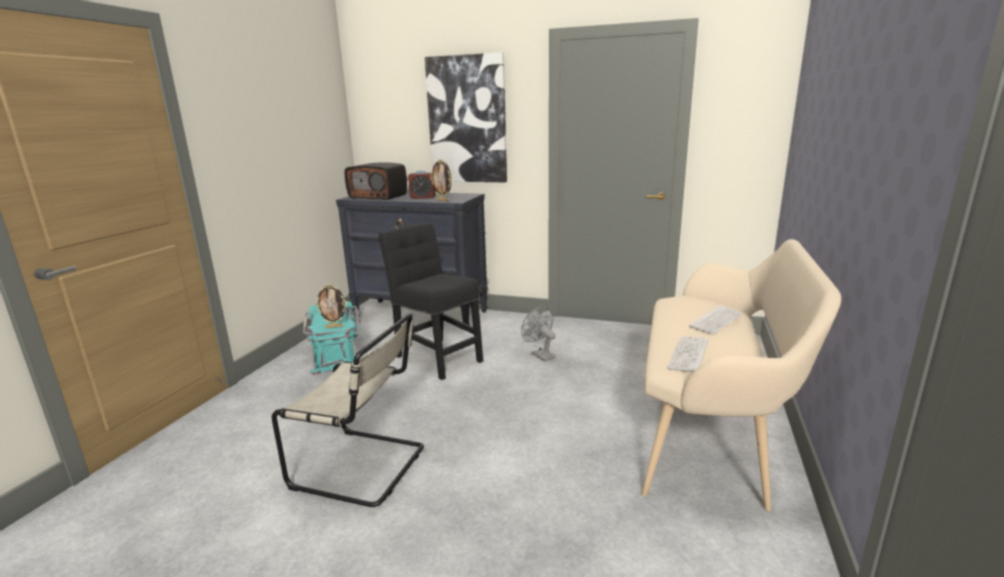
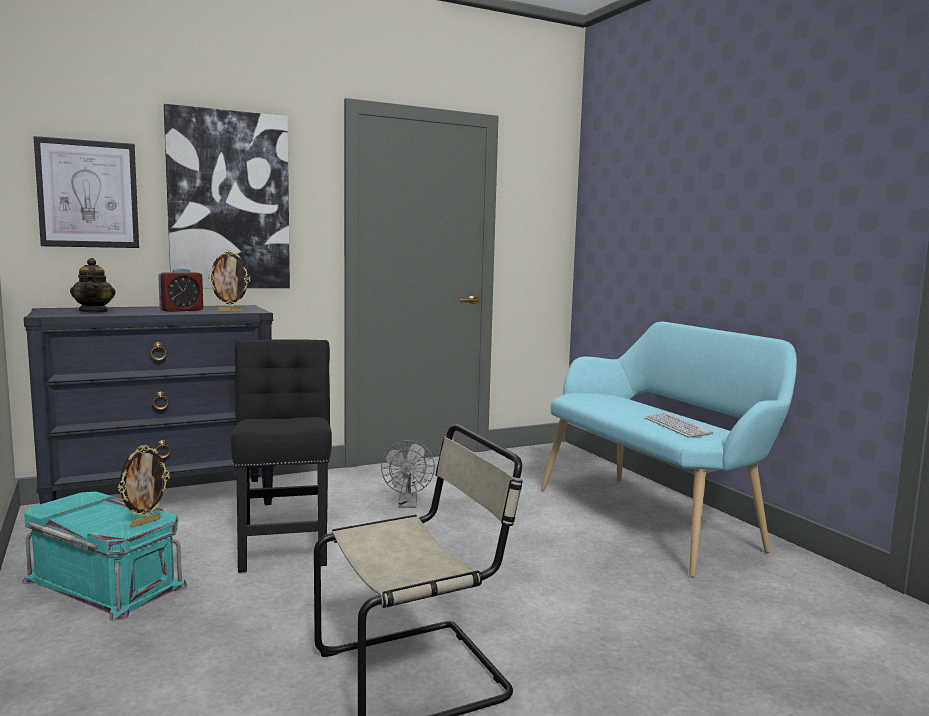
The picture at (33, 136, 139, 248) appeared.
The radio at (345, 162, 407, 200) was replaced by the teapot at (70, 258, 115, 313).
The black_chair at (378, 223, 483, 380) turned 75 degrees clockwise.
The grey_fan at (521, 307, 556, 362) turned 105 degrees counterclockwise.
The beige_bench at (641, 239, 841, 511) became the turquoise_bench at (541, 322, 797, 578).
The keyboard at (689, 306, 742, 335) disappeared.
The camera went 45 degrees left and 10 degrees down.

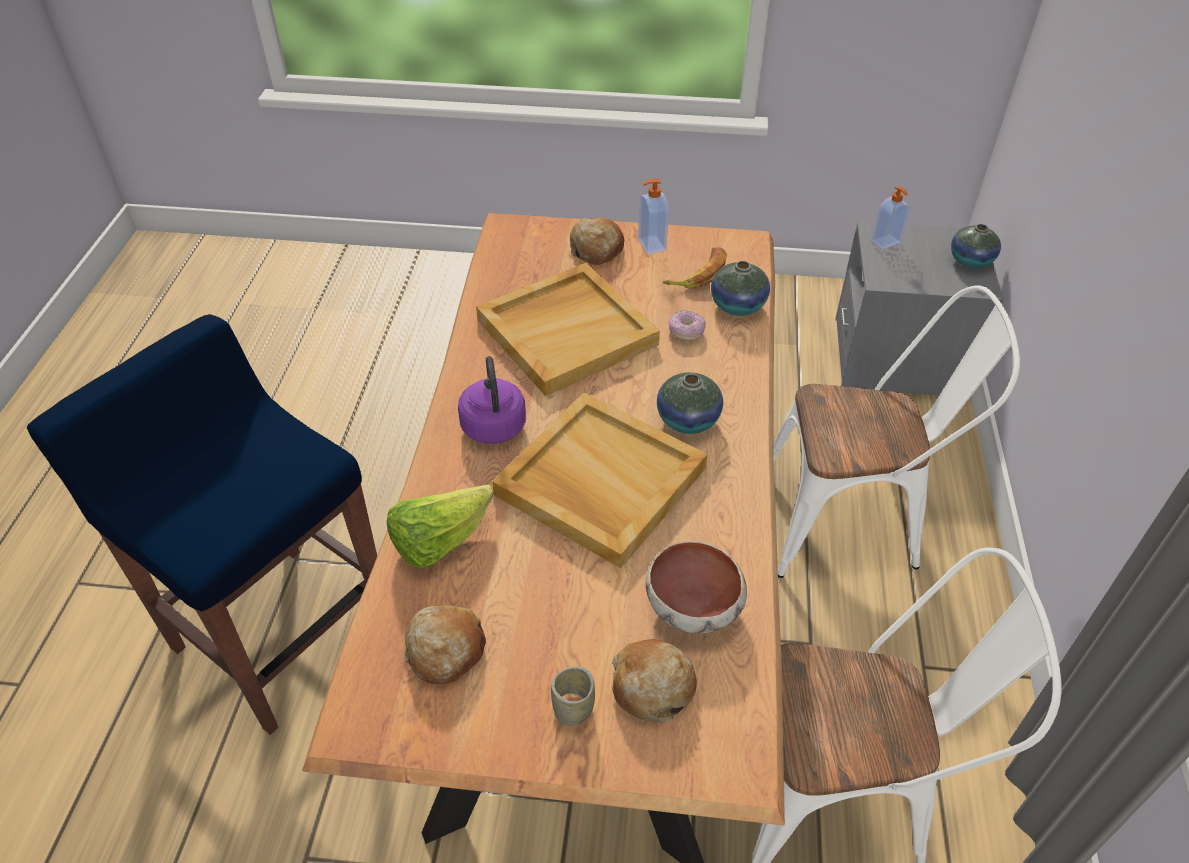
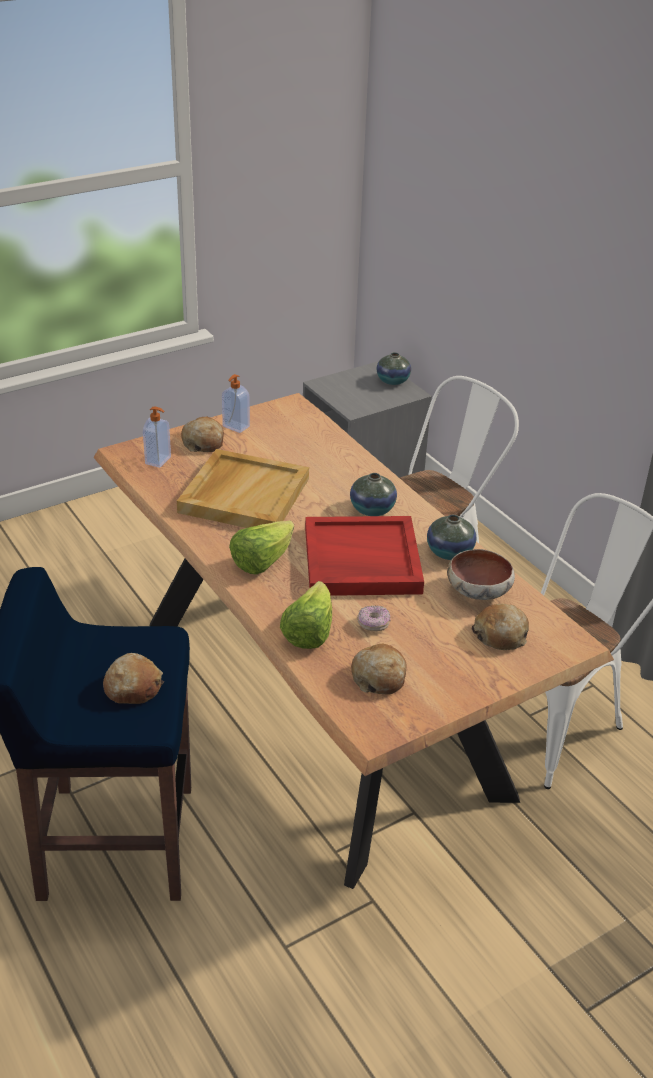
The bread at (103, 653, 164, 704) appeared.
The soap_dispenser moved from (871, 186, 910, 249) to (143, 406, 171, 468).
The purple_kettle at (458, 356, 526, 444) was replaced by the lettuce at (229, 520, 294, 574).
The beige_tray at (492, 392, 708, 568) became the red_tray at (305, 516, 424, 596).
The donut moved from (668, 310, 706, 341) to (357, 606, 390, 631).
The vase moved from (711, 261, 770, 316) to (427, 515, 476, 560).
The cup at (551, 666, 595, 726) disappeared.
The banana at (663, 247, 727, 289) disappeared.
The camera went 40 degrees left and 10 degrees down.

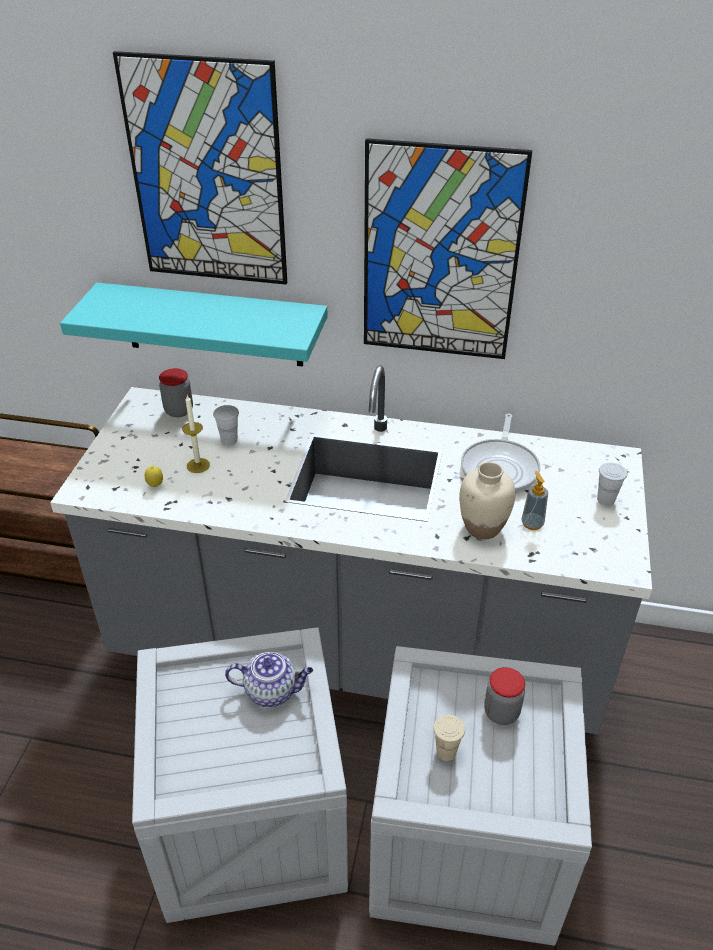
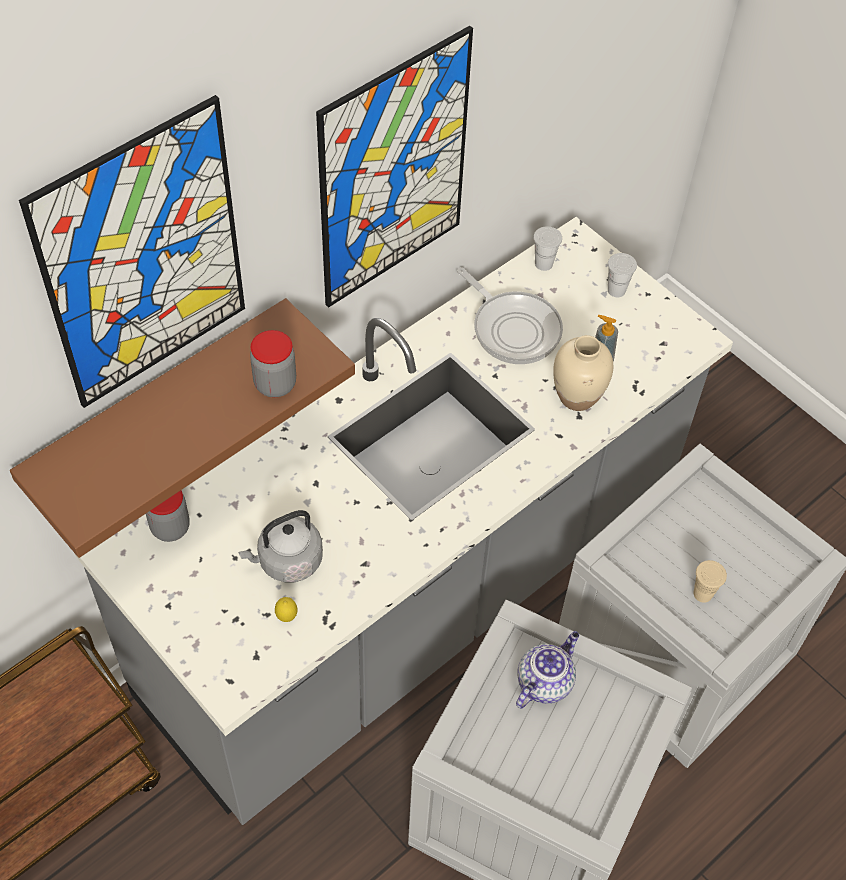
The turquoise_shelf at (60, 282, 328, 367) became the brown_shelf at (10, 298, 355, 558).
The candle at (182, 395, 210, 473) was replaced by the grey_kettle at (238, 510, 323, 582).
The jar moved from (484, 667, 525, 725) to (250, 330, 296, 397).
The white_cup moved from (213, 405, 239, 446) to (533, 227, 562, 271).
The camera went 55 degrees left and 15 degrees up.

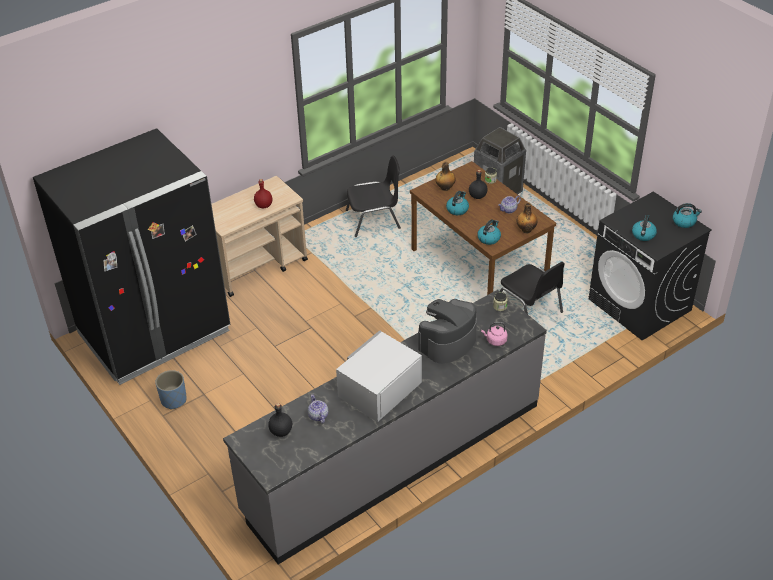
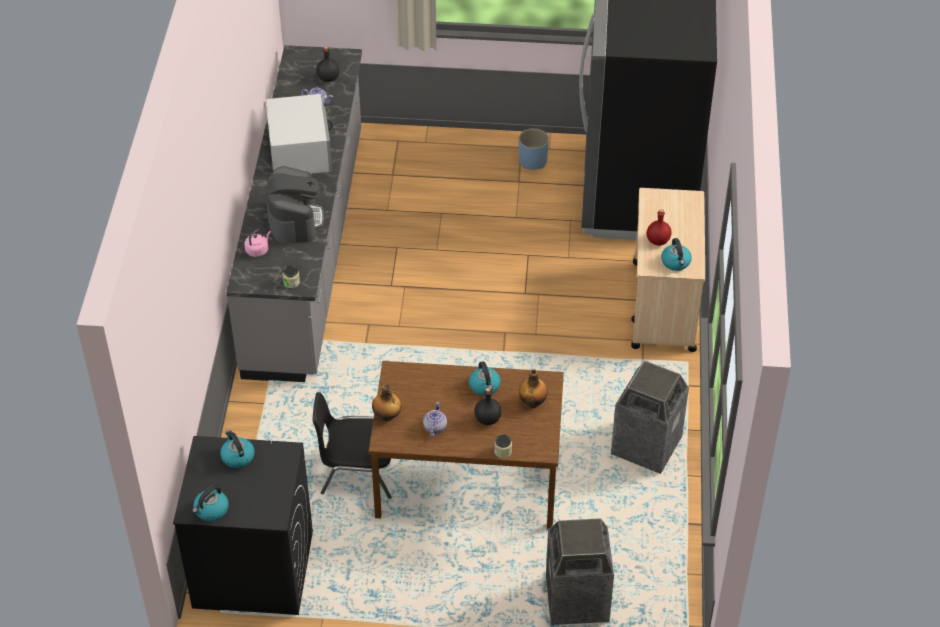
The black_chair at (346, 155, 401, 237) was replaced by the trash_can at (611, 360, 689, 474).
The kettle moved from (477, 219, 501, 245) to (661, 238, 692, 271).
The camera went 130 degrees right and 5 degrees up.

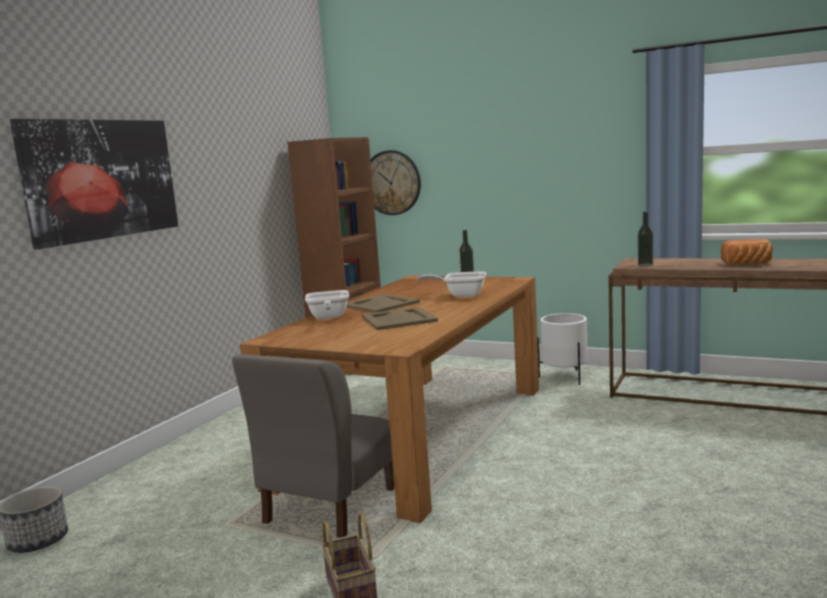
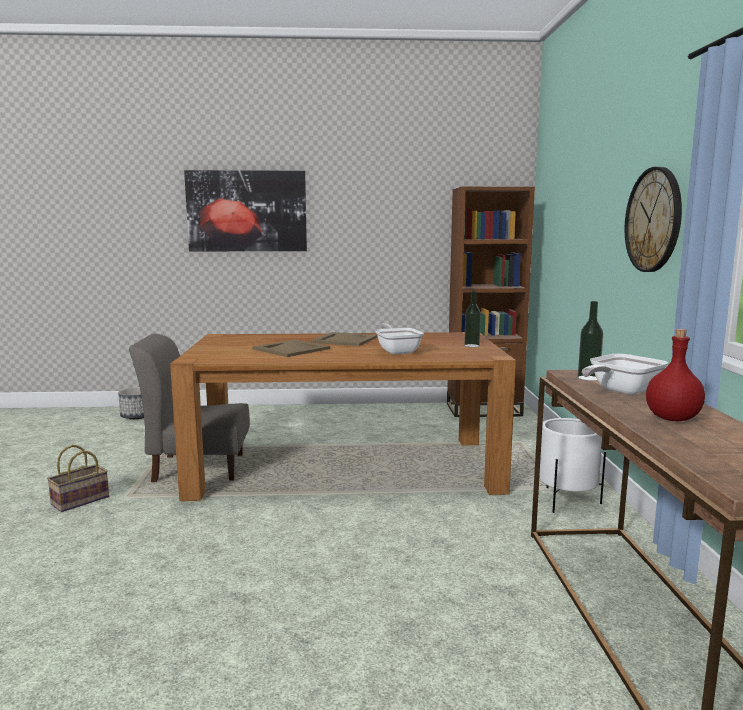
The frying_pan moved from (305, 290, 349, 319) to (582, 353, 668, 395).
The wall_clock moved from (371, 150, 421, 215) to (625, 167, 682, 272).
The bread at (721, 239, 773, 264) was replaced by the red_bottle at (646, 329, 705, 421).
The camera went 60 degrees right and 0 degrees up.

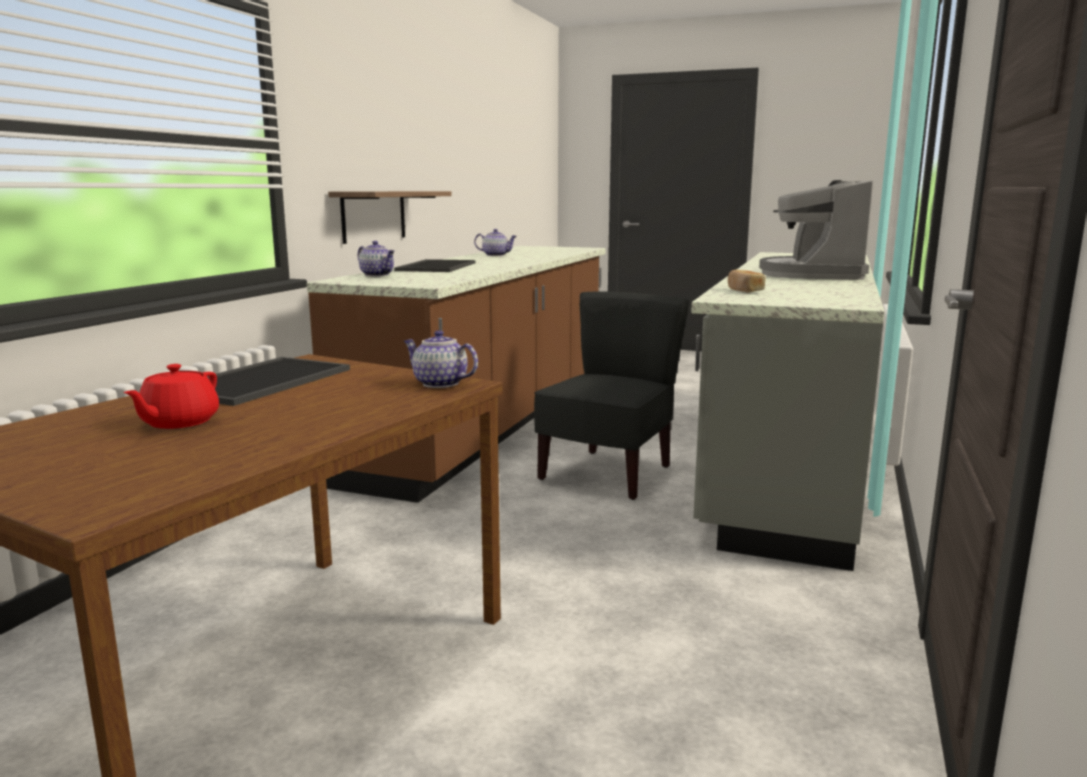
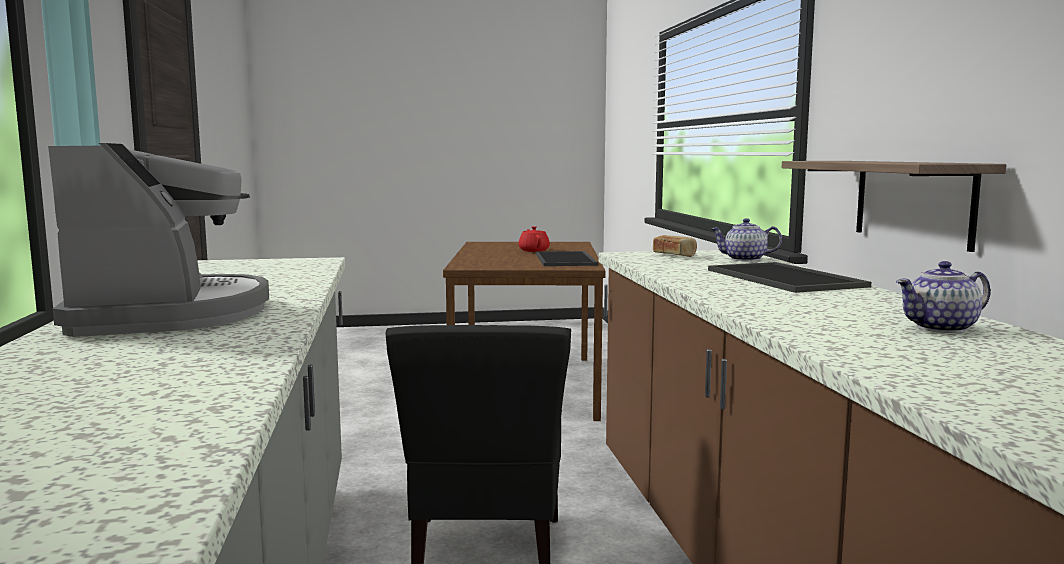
The bread moved from (728, 270, 765, 292) to (653, 235, 697, 257).
The teapot at (404, 330, 478, 388) disappeared.
The camera went 150 degrees right and 5 degrees down.

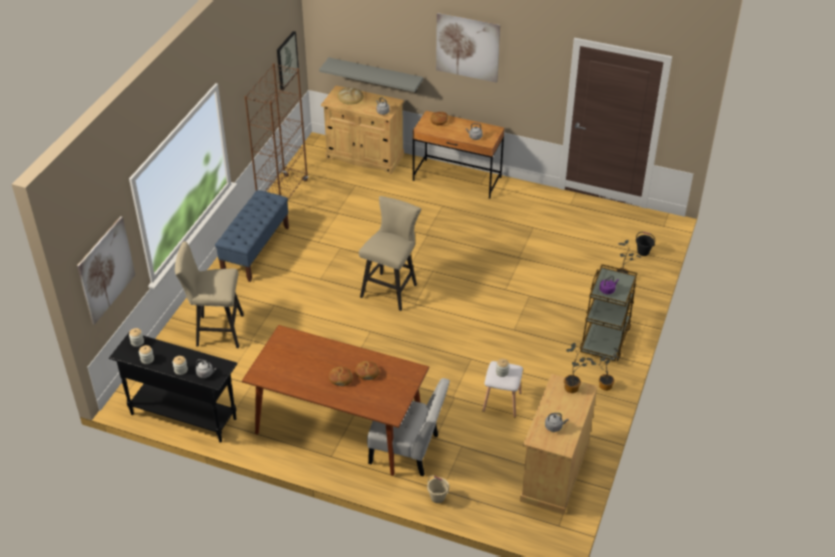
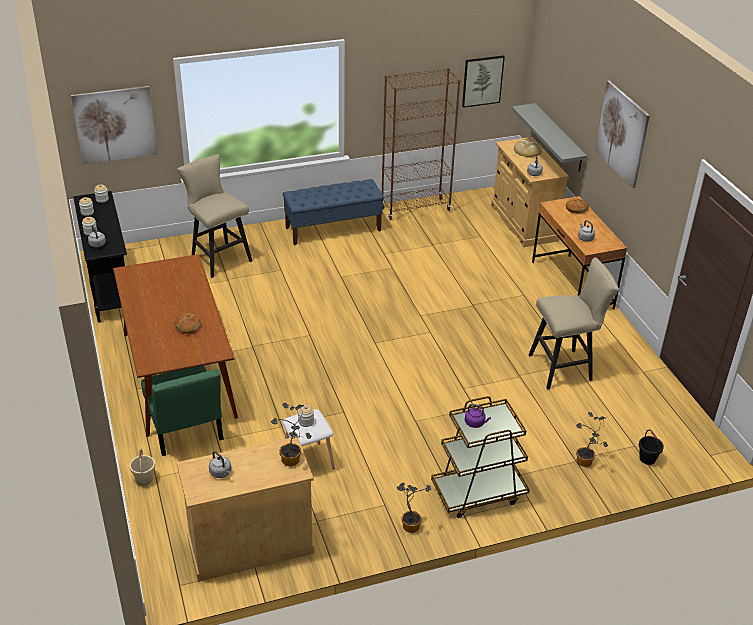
The white_chair at (367, 378, 450, 476) became the green_chair at (141, 366, 224, 456).
The beige_stool moved from (359, 196, 421, 311) to (529, 257, 619, 389).
The bread at (329, 367, 353, 386) disappeared.
The camera went 50 degrees right and 5 degrees down.

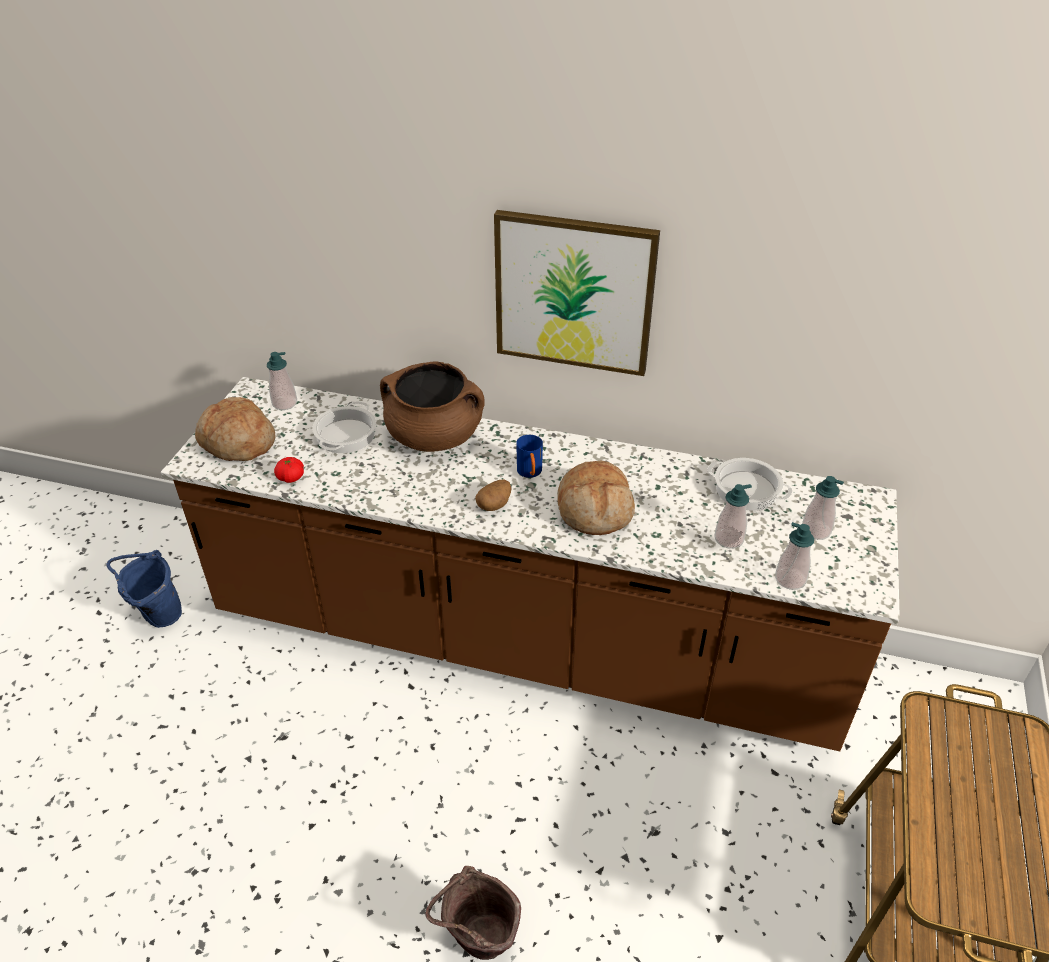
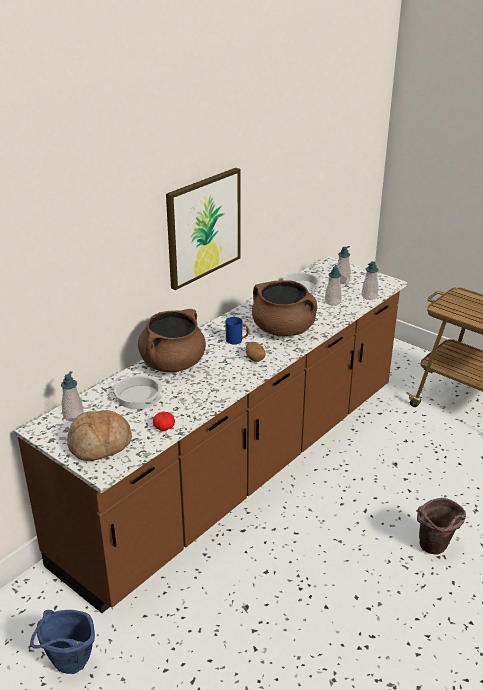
The bread at (557, 461, 635, 535) was replaced by the brown_cooking_pot at (252, 280, 317, 336).
The camera went 65 degrees left and 10 degrees down.

